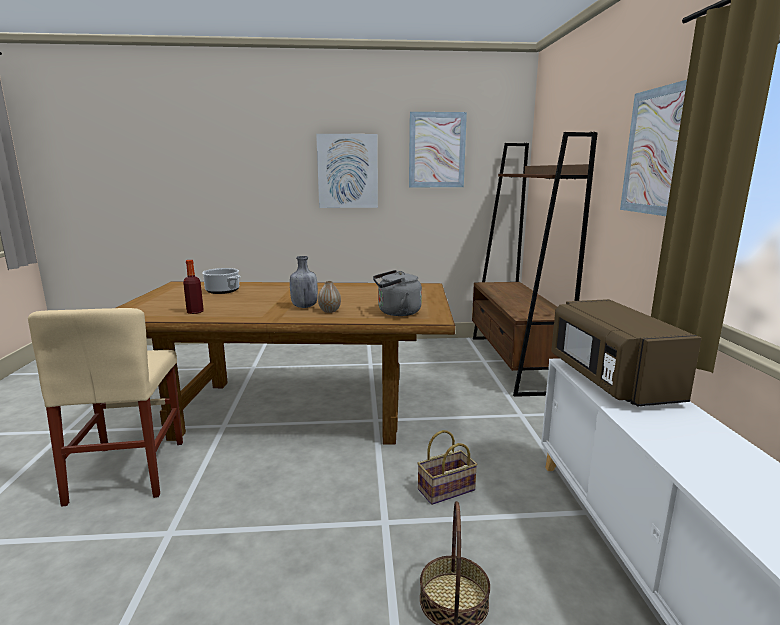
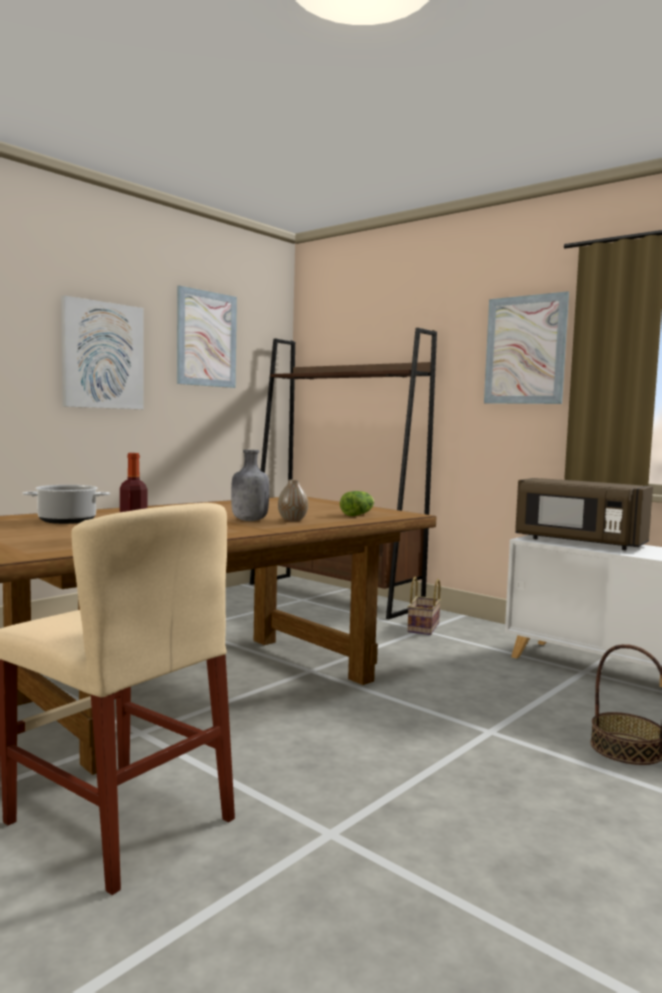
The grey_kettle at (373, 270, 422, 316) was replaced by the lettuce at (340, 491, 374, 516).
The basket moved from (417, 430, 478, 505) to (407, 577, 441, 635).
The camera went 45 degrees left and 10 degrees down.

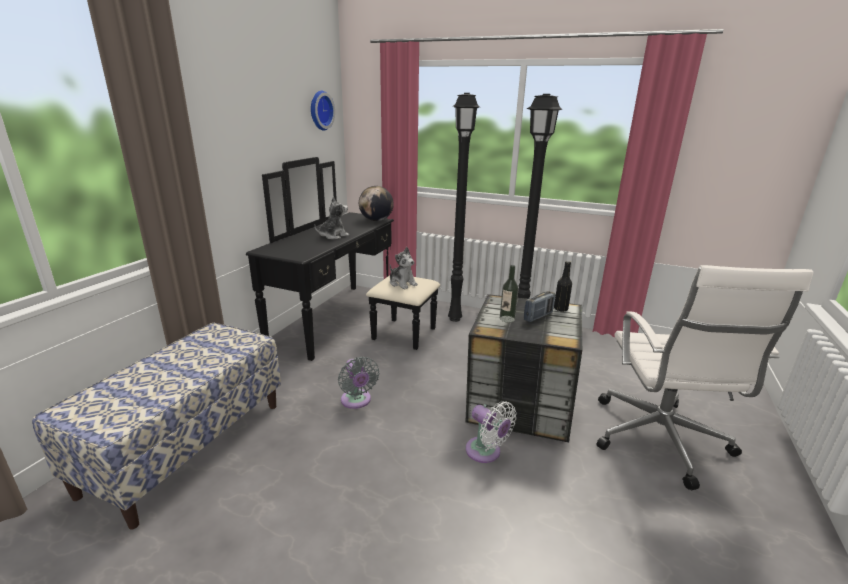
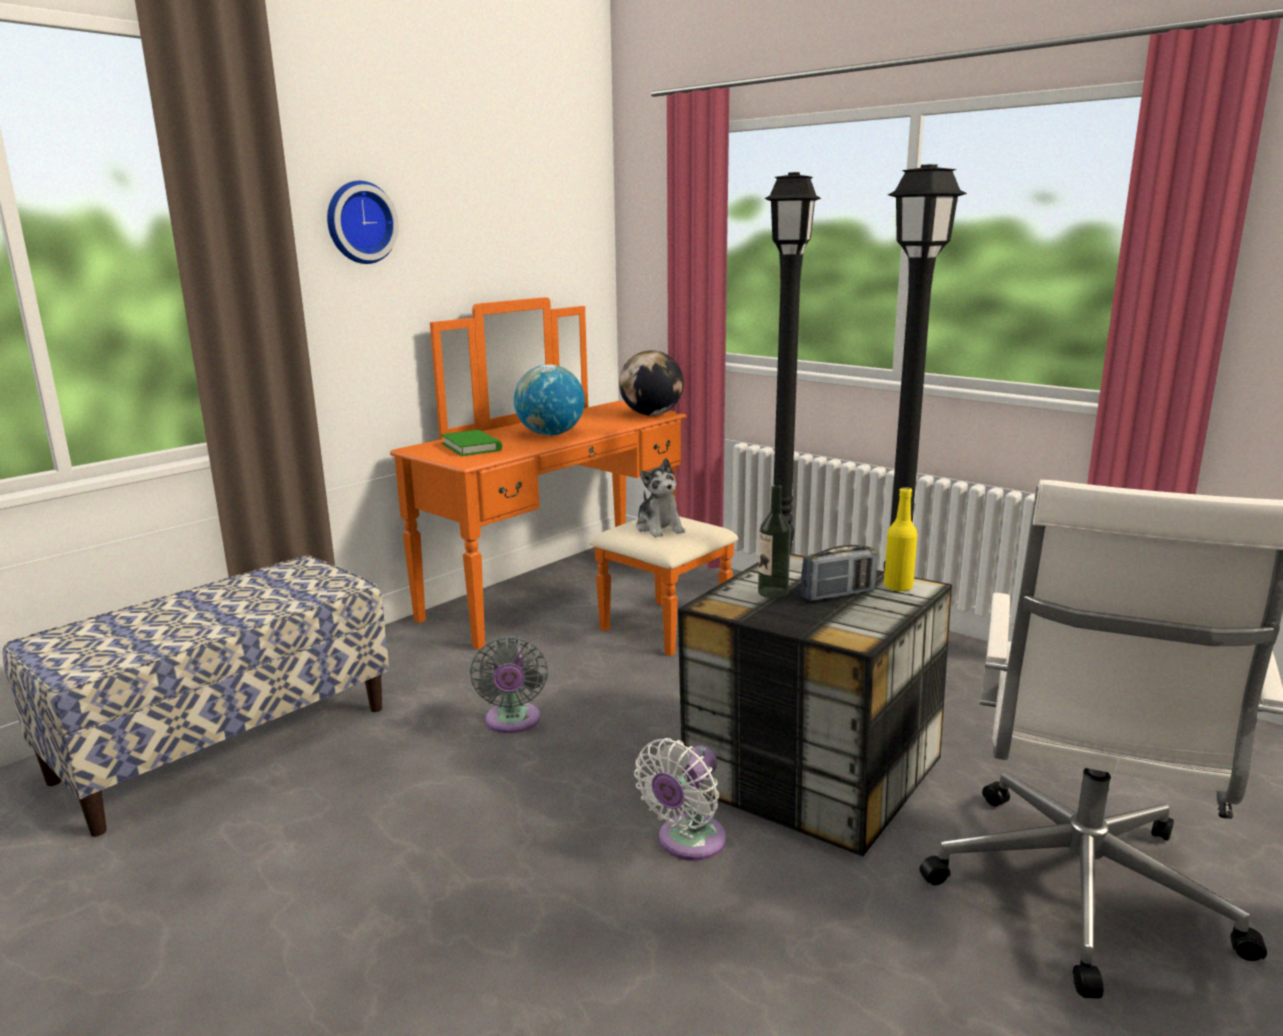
The wall_clock moved from (311, 91, 335, 131) to (327, 181, 399, 264).
The black_dresser at (246, 157, 440, 361) became the orange_dresser at (390, 297, 739, 656).
The green_book at (441, 430, 502, 456) appeared.
The plush_toy at (315, 197, 349, 239) was replaced by the globe at (514, 364, 585, 436).
The white_fan at (466, 401, 516, 463) turned 60 degrees clockwise.
The black_bottle at (554, 261, 572, 311) became the yellow_bottle at (884, 487, 917, 591).
The camera went 20 degrees right and 5 degrees down.

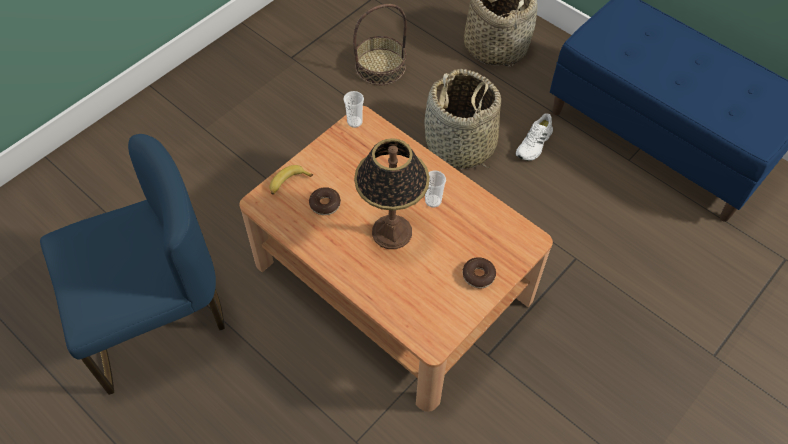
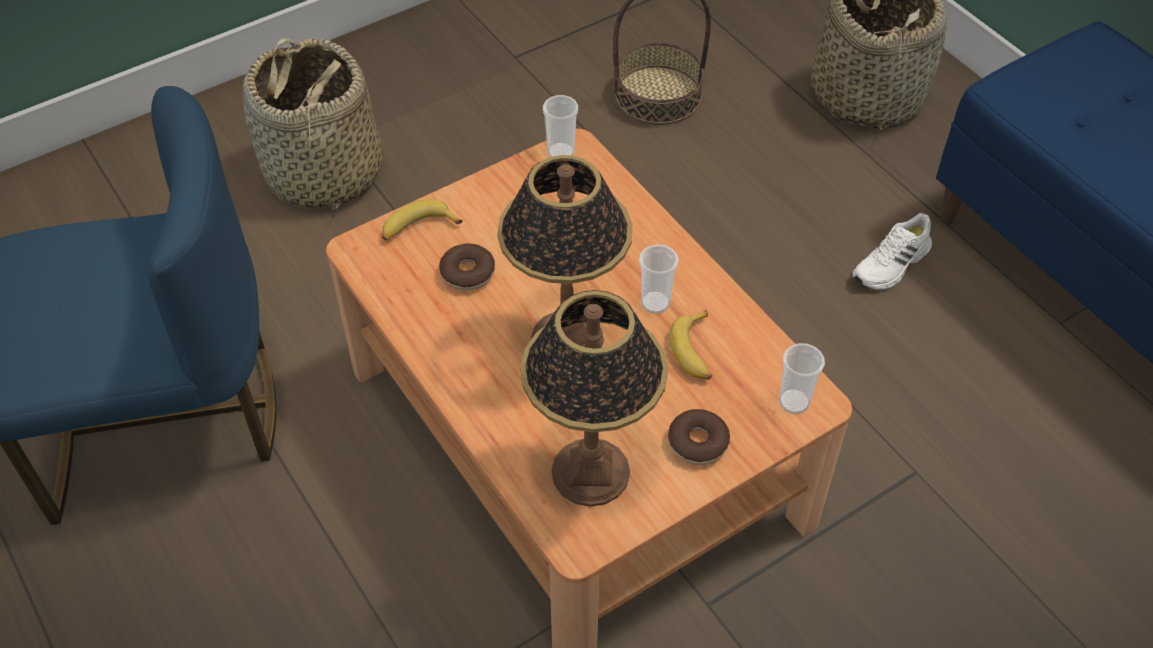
The basket moved from (424, 69, 501, 169) to (243, 38, 383, 210).
The table_lamp at (520, 290, 668, 507) appeared.
The banana at (669, 310, 712, 380) appeared.
The cup at (779, 343, 825, 414) appeared.
The camera went 15 degrees right and 5 degrees down.

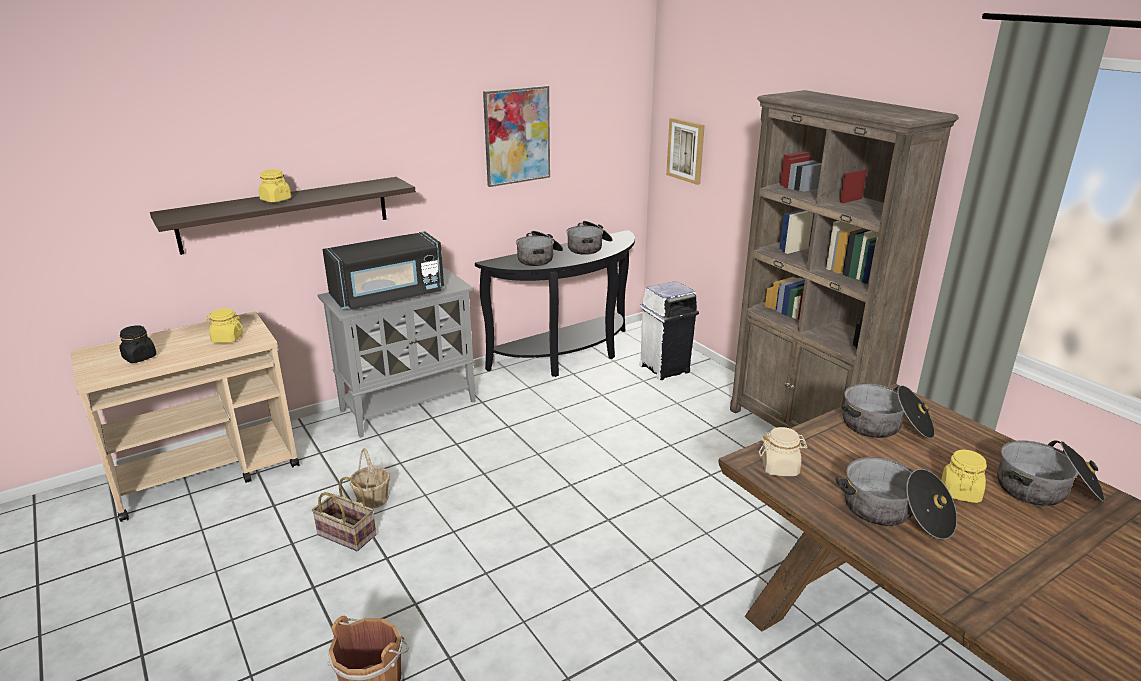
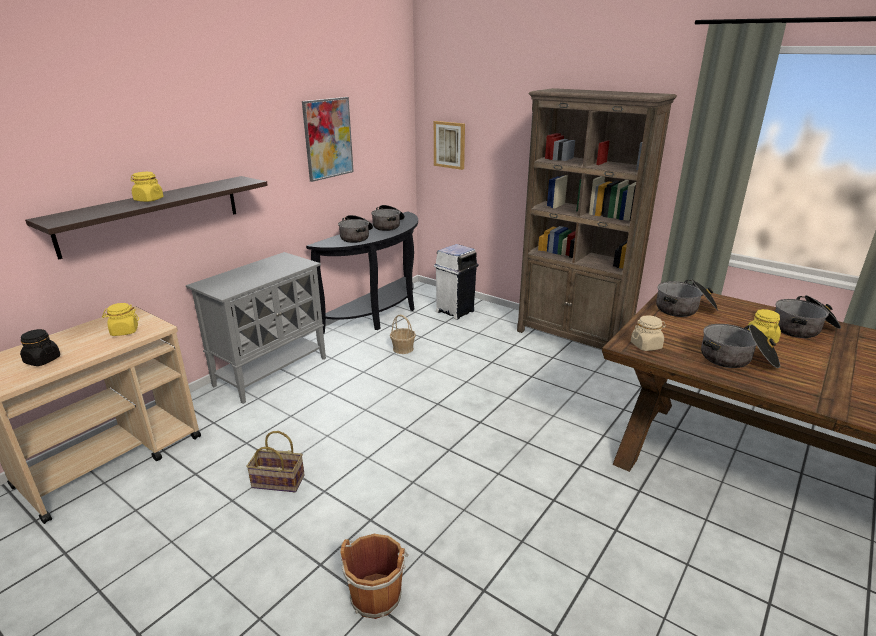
The basket moved from (350, 448, 390, 509) to (390, 315, 416, 354).
The black_microwave at (322, 232, 444, 310) disappeared.
The camera went 20 degrees left and 0 degrees up.

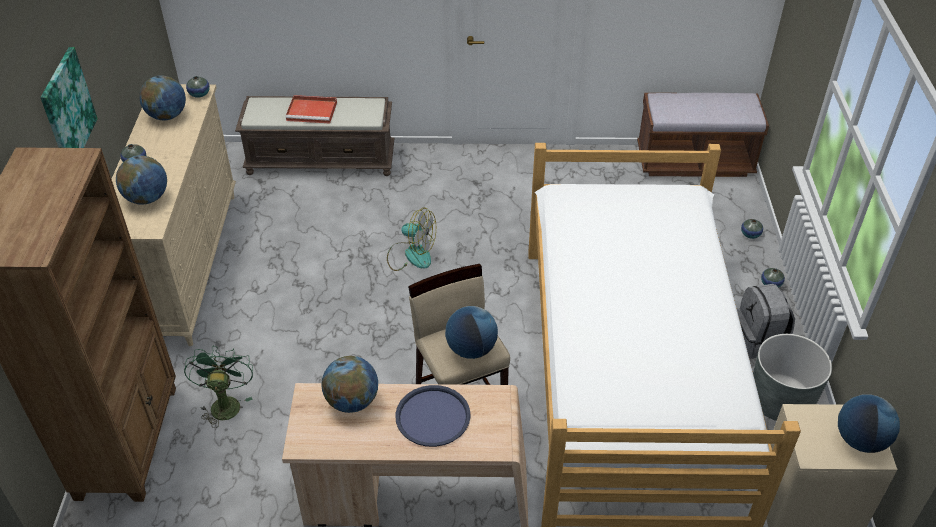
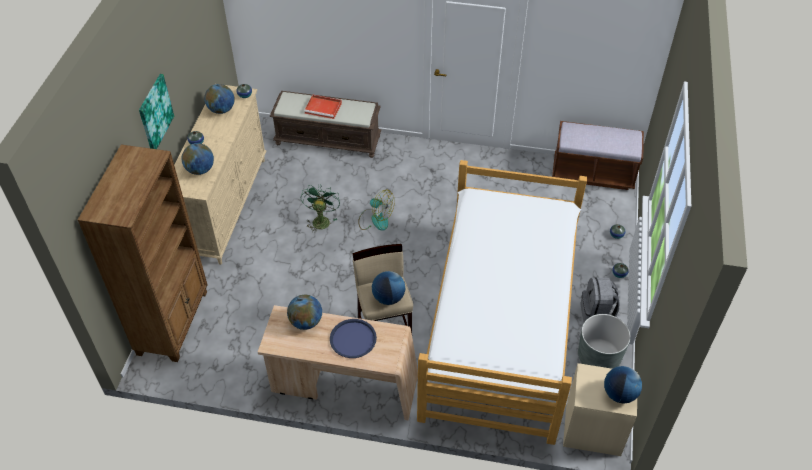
The green_fan moved from (184, 346, 253, 428) to (301, 184, 340, 233).
The camera went 10 degrees right and 5 degrees up.

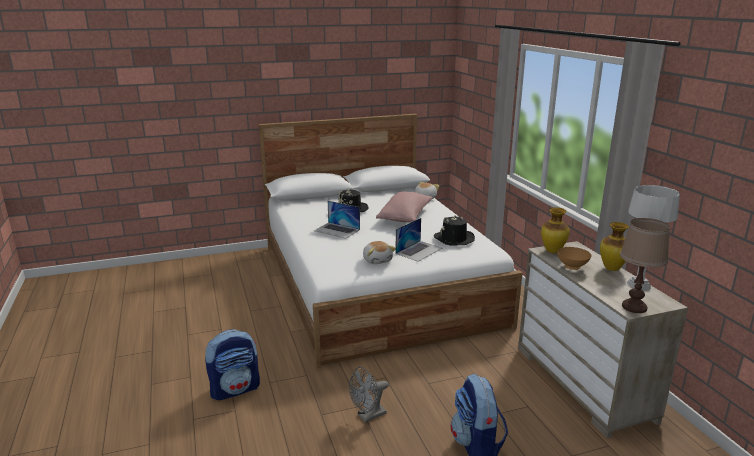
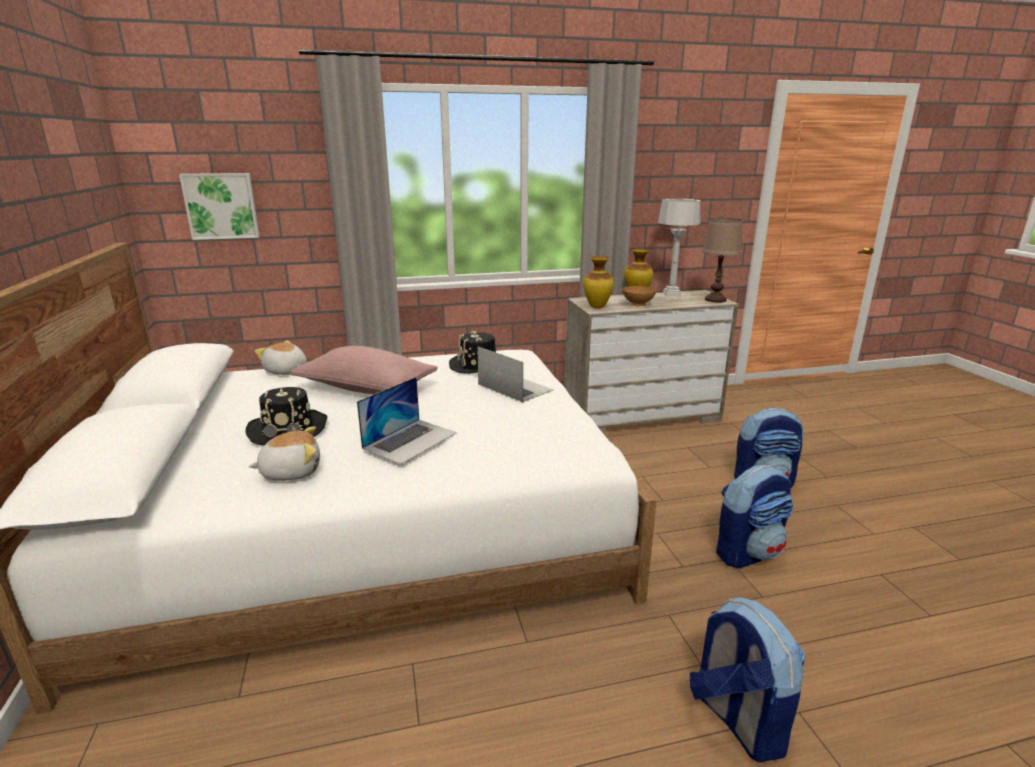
The picture at (179, 173, 260, 240) appeared.
The plush_toy moved from (363, 241, 396, 264) to (249, 426, 320, 481).
The grey_fan at (349, 367, 389, 423) was replaced by the backpack at (716, 465, 794, 568).
The camera went 85 degrees left and 0 degrees up.

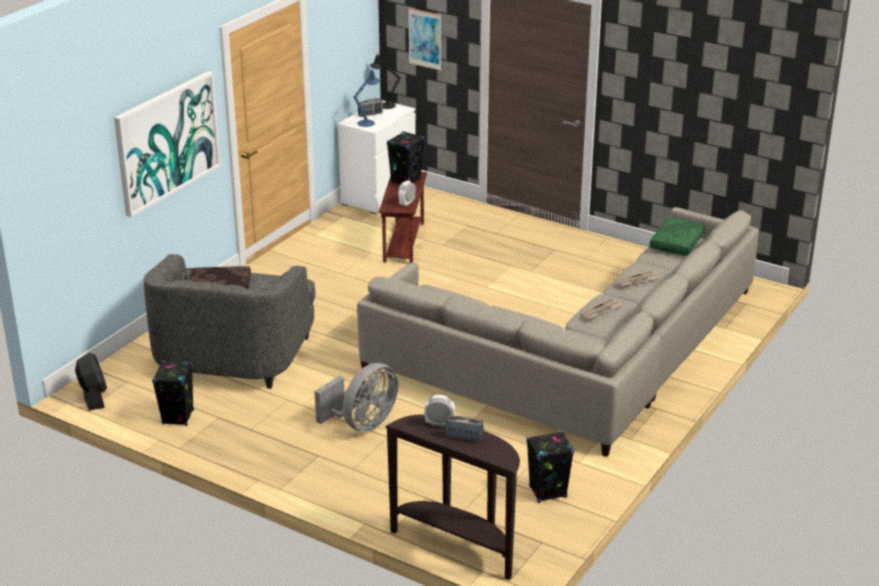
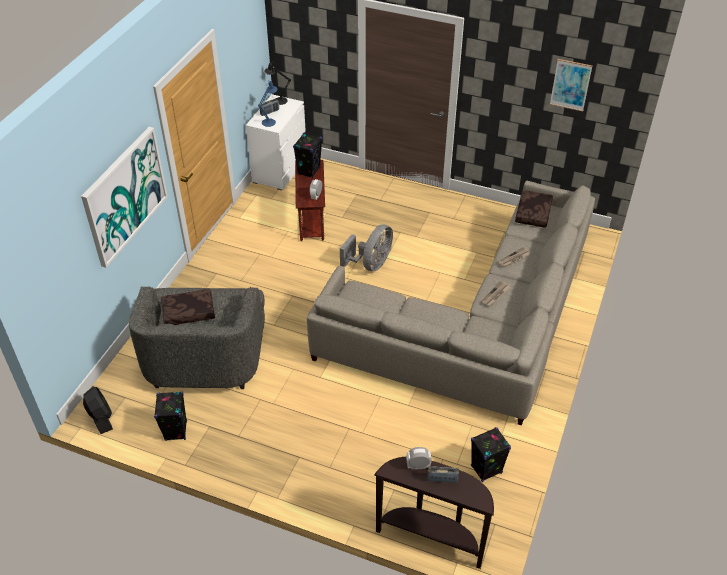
The grey_fan moved from (315, 363, 398, 432) to (340, 224, 393, 272).
The green_pillow at (649, 217, 706, 256) became the brown_pillow at (515, 190, 553, 228).
The picture moved from (408, 8, 441, 71) to (550, 59, 592, 112).
The camera went 10 degrees left and 15 degrees up.

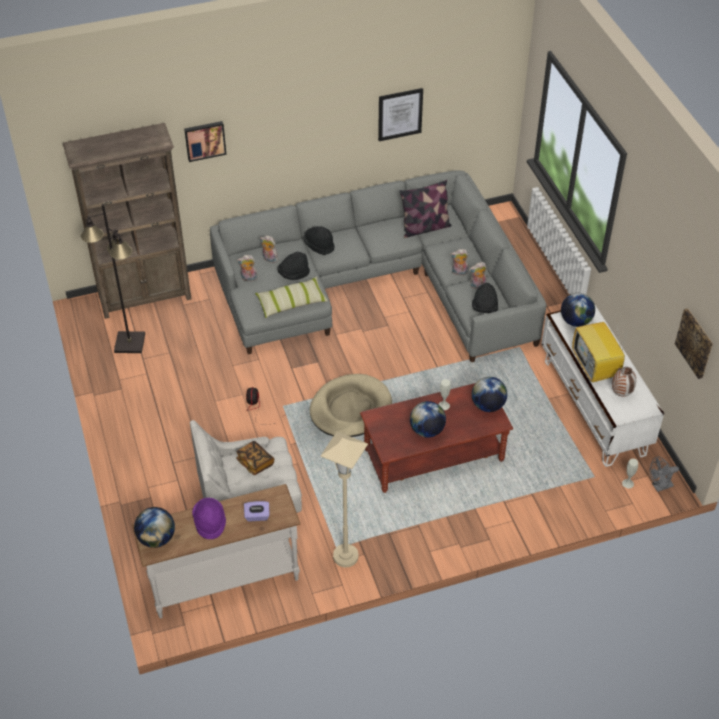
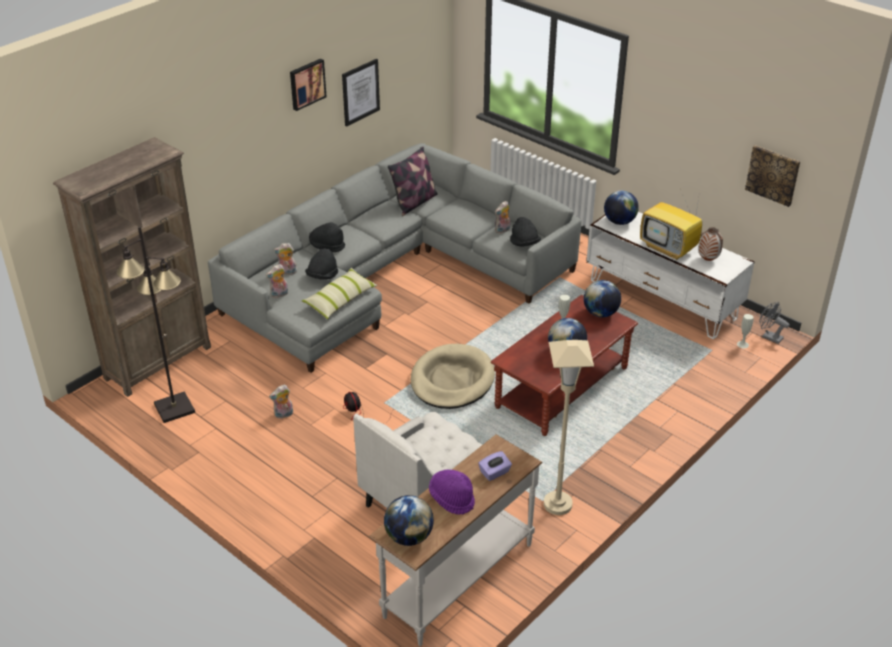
The plush_toy moved from (450, 249, 468, 276) to (269, 385, 293, 419).
The picture moved from (184, 121, 226, 162) to (290, 59, 327, 111).
The grey_fan at (650, 456, 679, 492) turned 90 degrees clockwise.
The book at (236, 441, 274, 475) disappeared.
The camera went 30 degrees left and 10 degrees down.

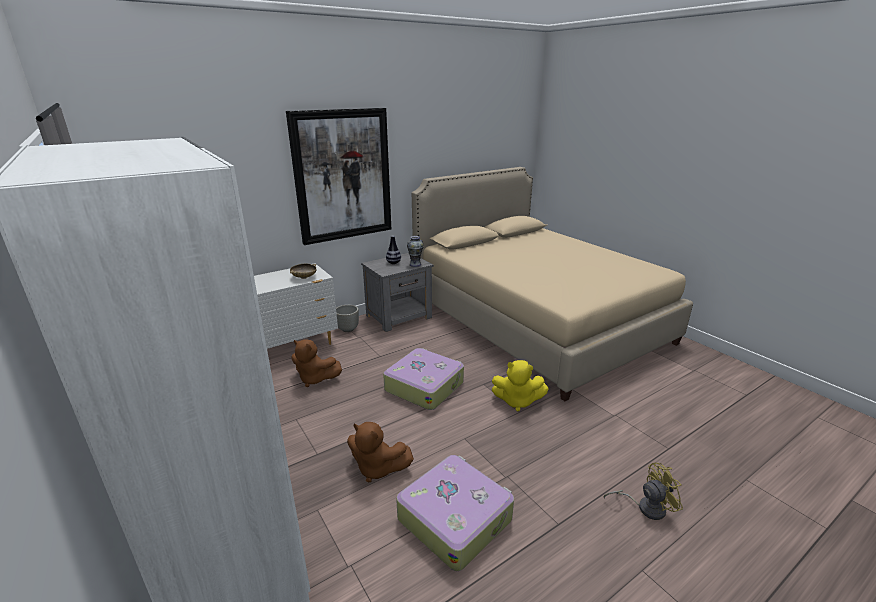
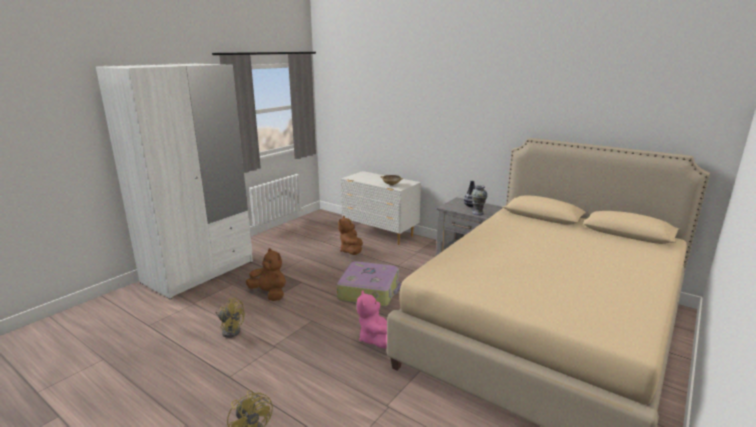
The suitcase at (396, 455, 514, 571) was replaced by the yellow_fan at (215, 298, 245, 338).
The brown_plush_toy at (347, 422, 414, 483) turned 120 degrees clockwise.
The yellow_plush_toy at (492, 360, 549, 412) became the pink_plush_toy at (357, 291, 387, 349).
The picture at (286, 108, 391, 245) disappeared.
The grey_planter at (336, 305, 359, 332) disappeared.
The camera went 70 degrees right and 5 degrees down.

